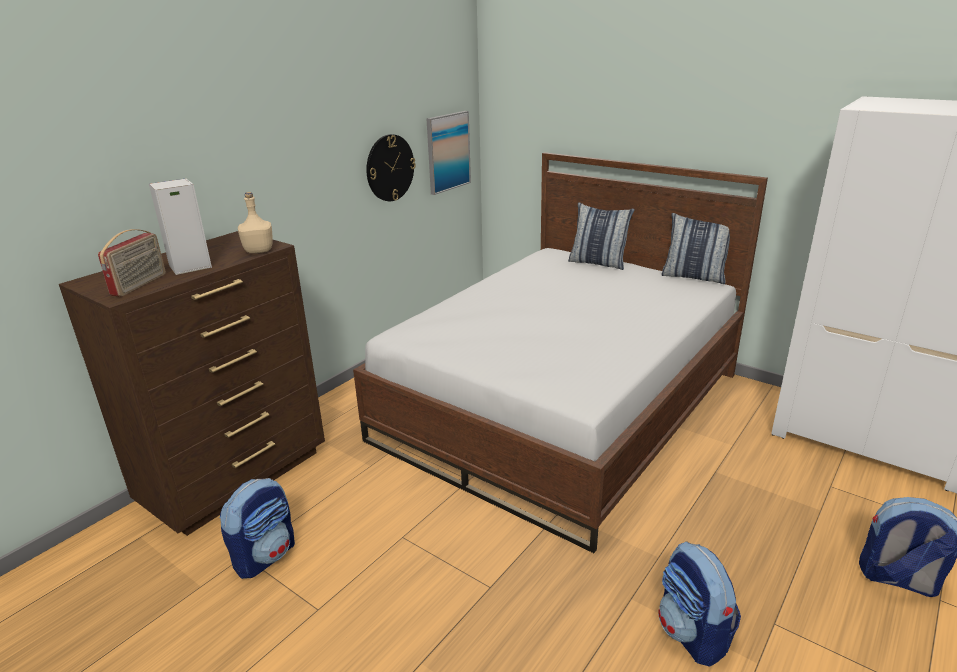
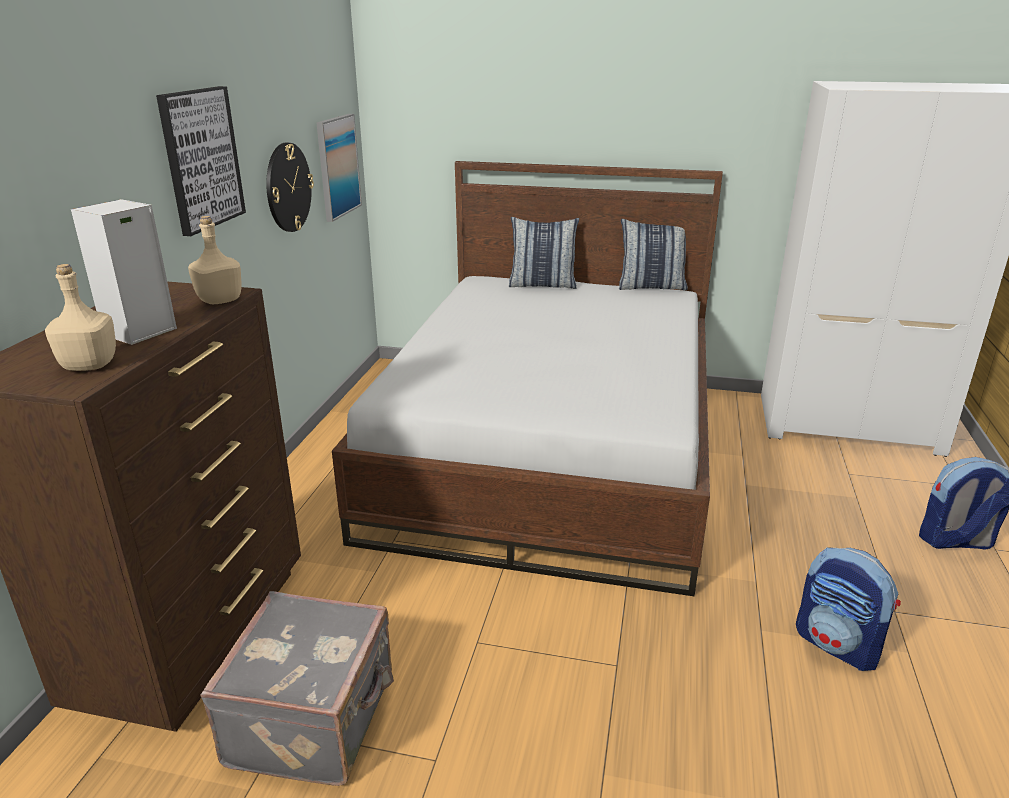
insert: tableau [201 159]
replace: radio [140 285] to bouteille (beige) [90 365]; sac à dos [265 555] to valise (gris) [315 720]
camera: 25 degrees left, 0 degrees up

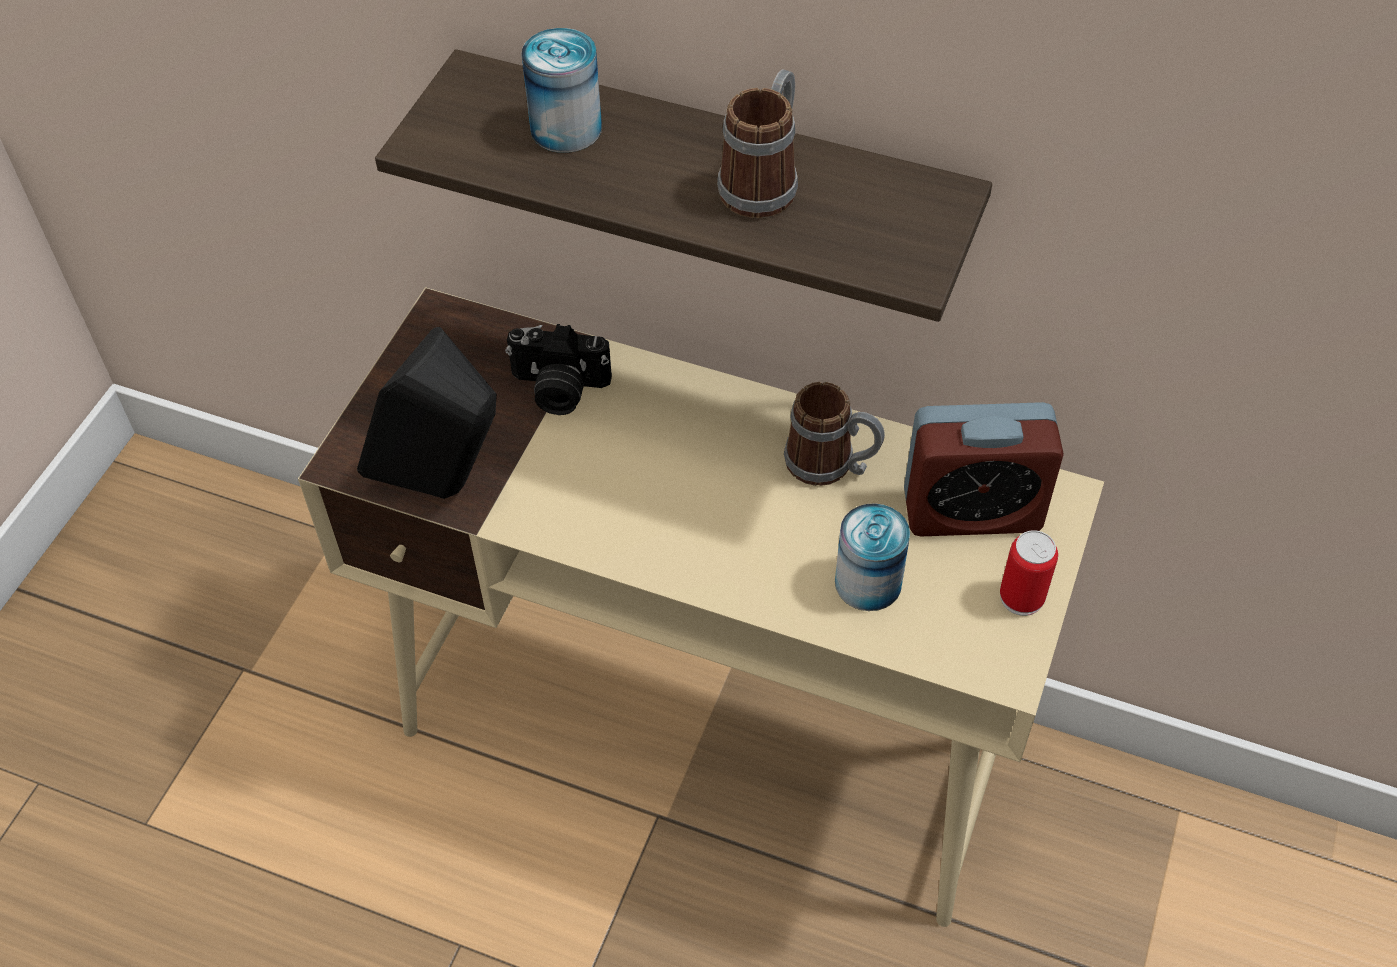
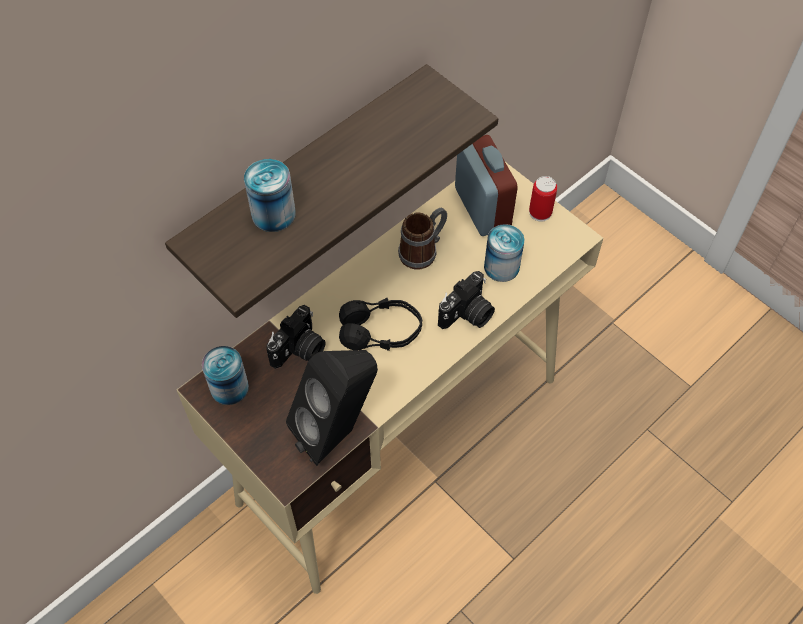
delete: mug [764 181]
insert: boîte métallique [229 387]; casque audio (noir) [380 332]; appareil photo [467 315]
rotate: réveil [972 511] = [482 208] 45 degrees counterclockwise
camera: 65 degrees left, 5 degrees up

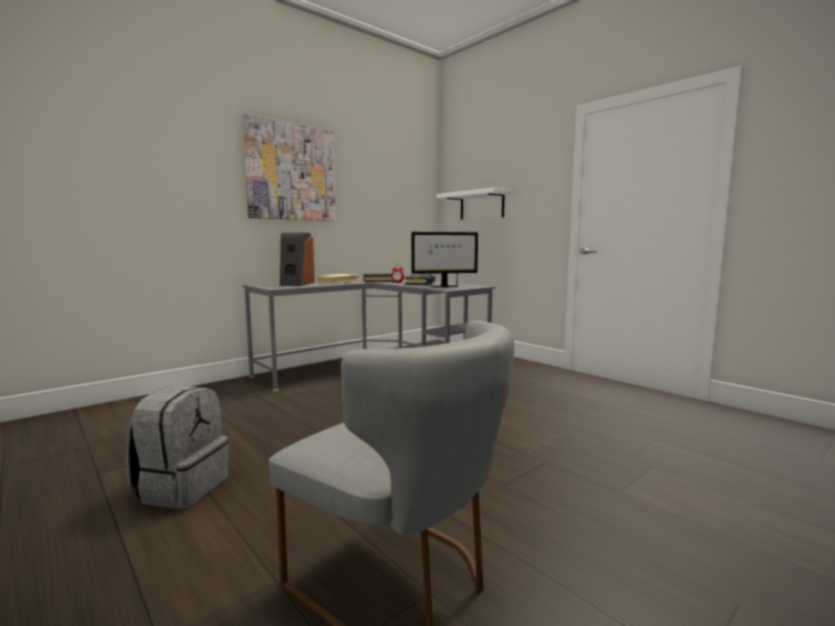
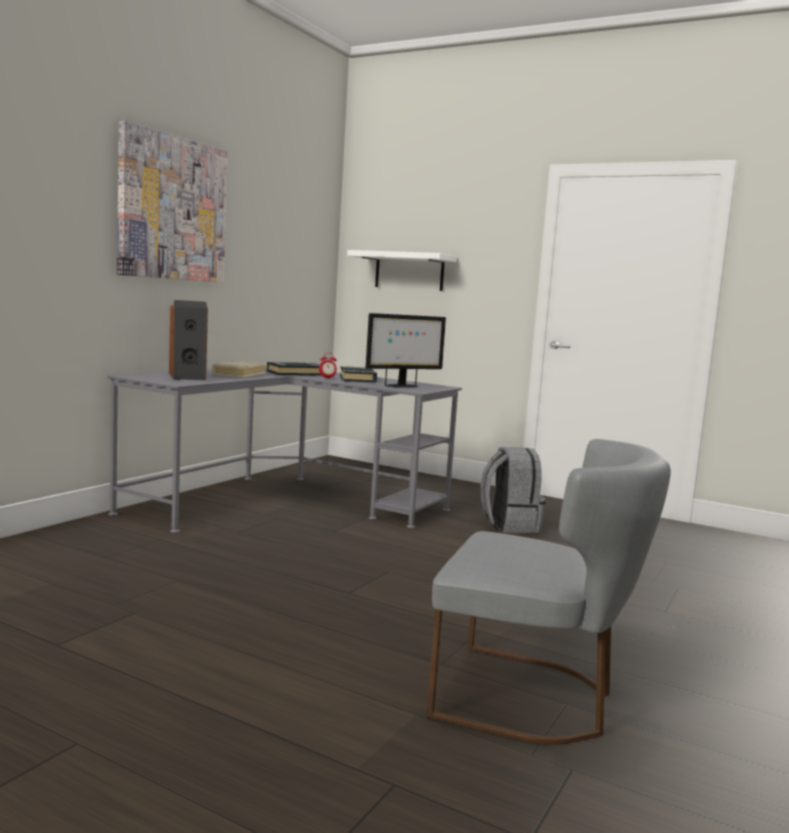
move: sac à dos (gris) [181 487] to [509 525]
camera: 20 degrees left, 0 degrees up

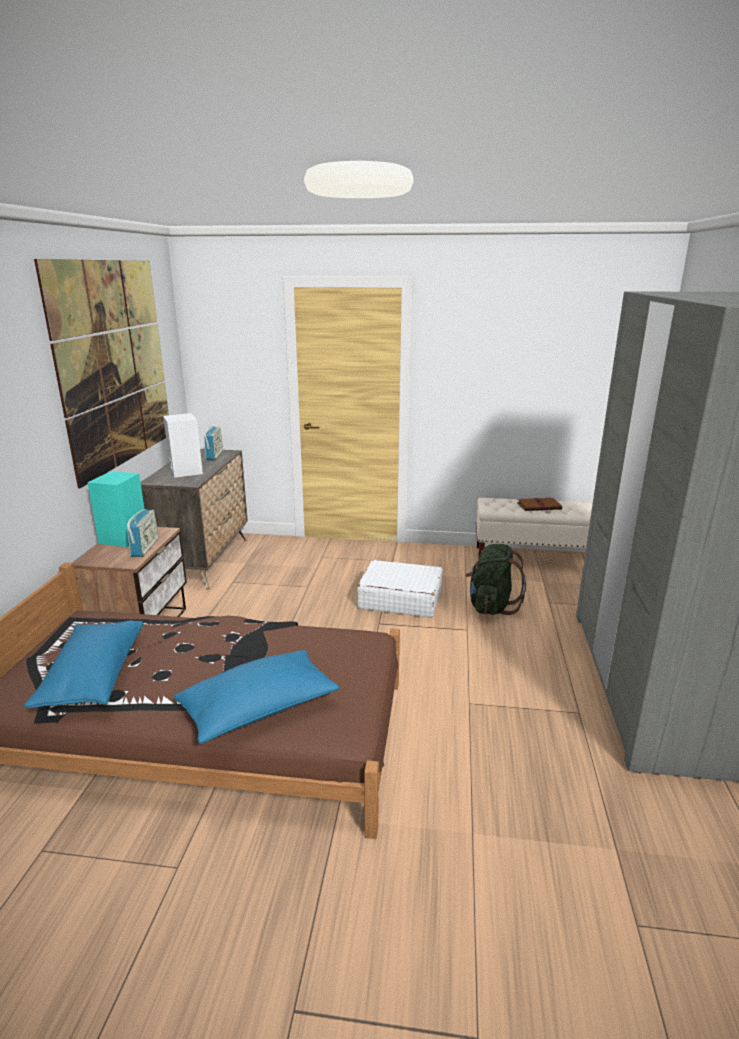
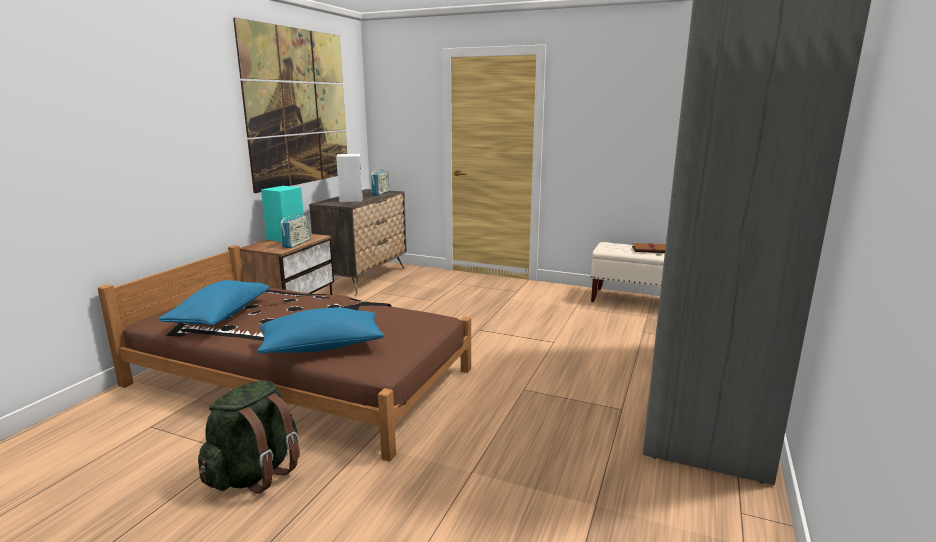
delete: valise (blanc) [400 599]
move: sac à dos (vert) [491 606] to [255 473]
camera: 15 degrees right, 5 degrees down

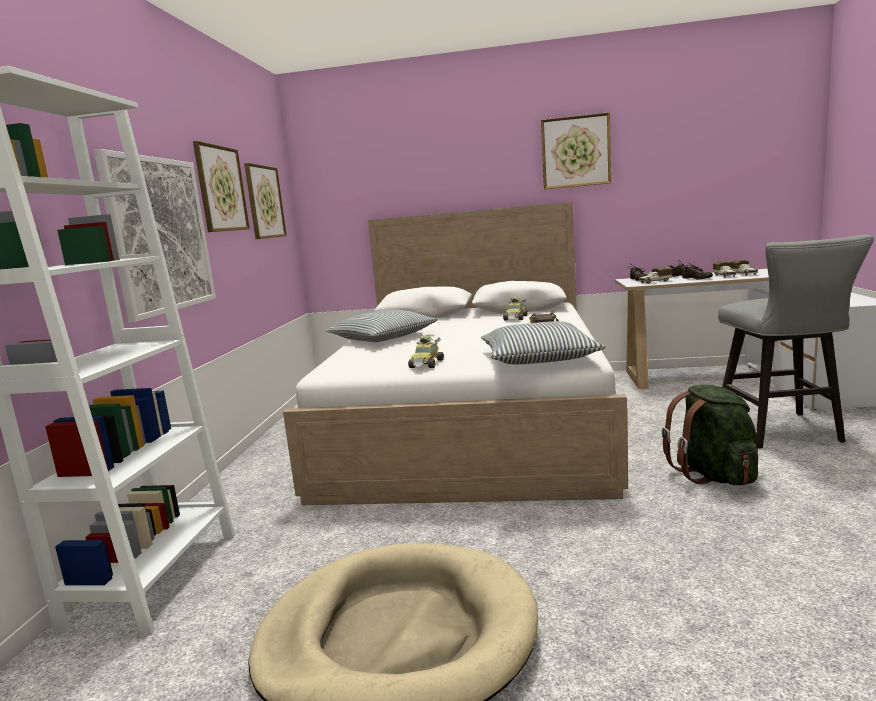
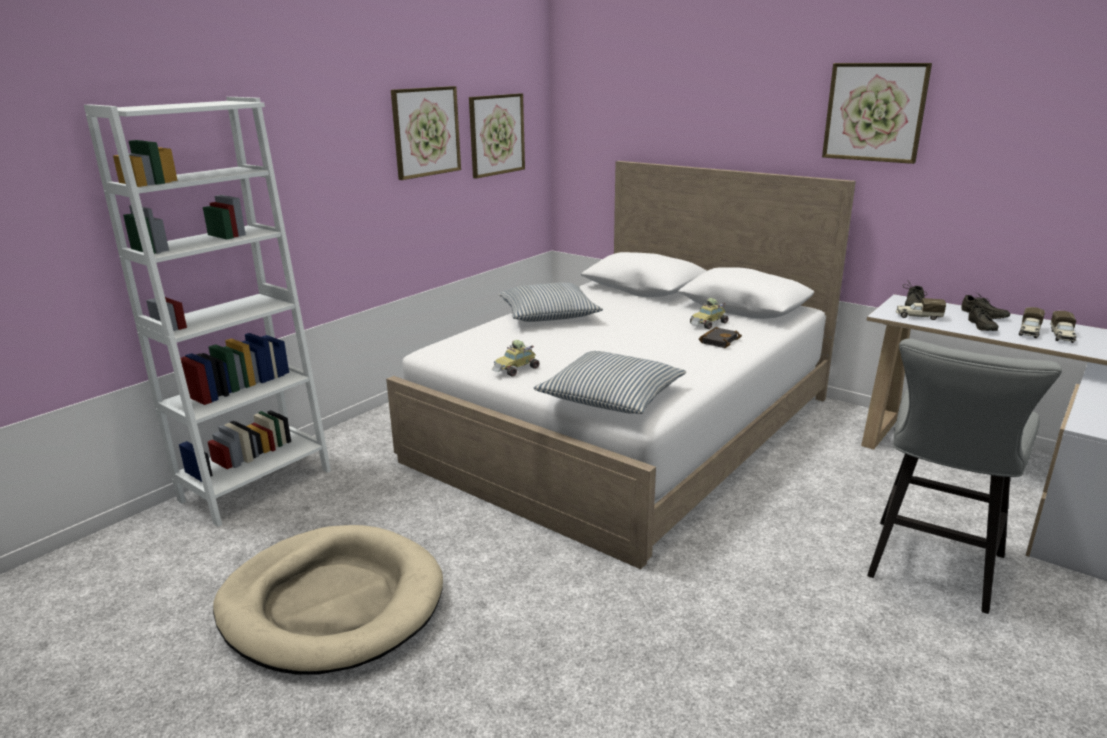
delete: tableau [160 235]; sac à dos (vert) [714 475]
camera: 30 degrees right, 10 degrees up

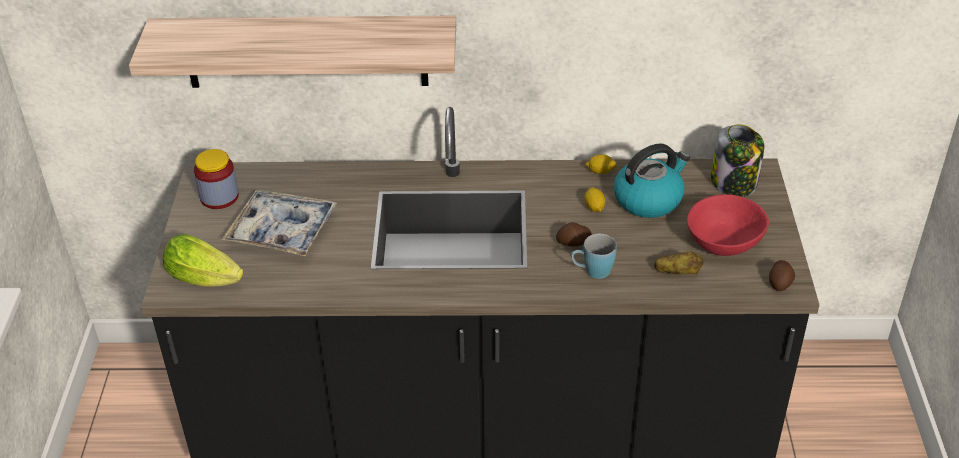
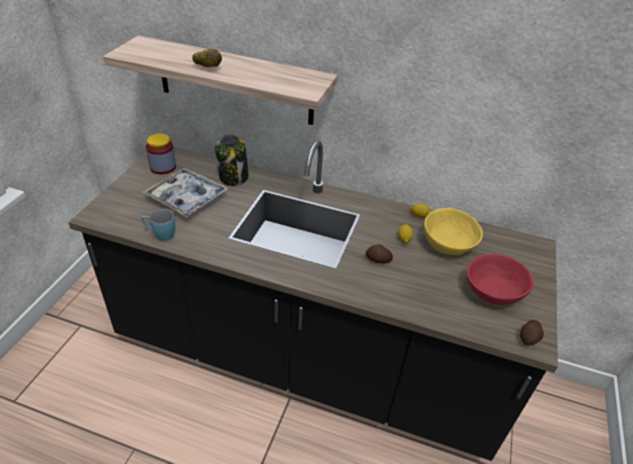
delete: laitue [207 279]
move: mug (bleu) [592 271] to [160 235]; pomme de terre [677 273] to [208 67]; bocal [734 183] to [233 177]
replace: bouilloire [648 199] to bol (jaune) [446 244]
camera: 15 degrees right, 0 degrees up

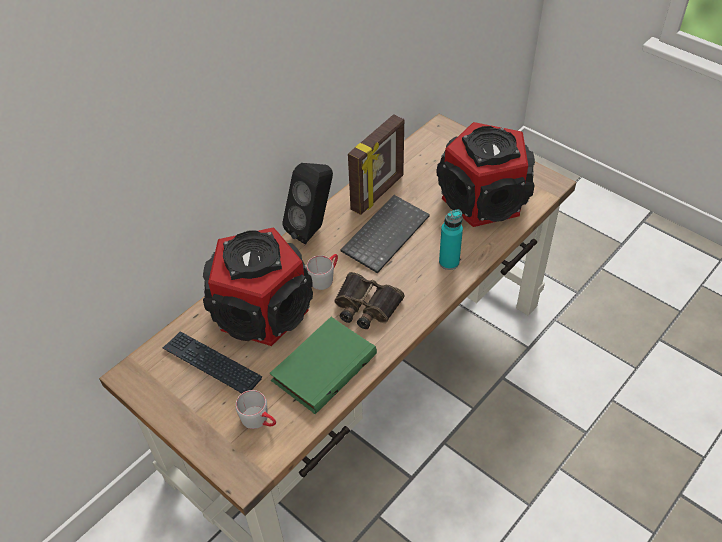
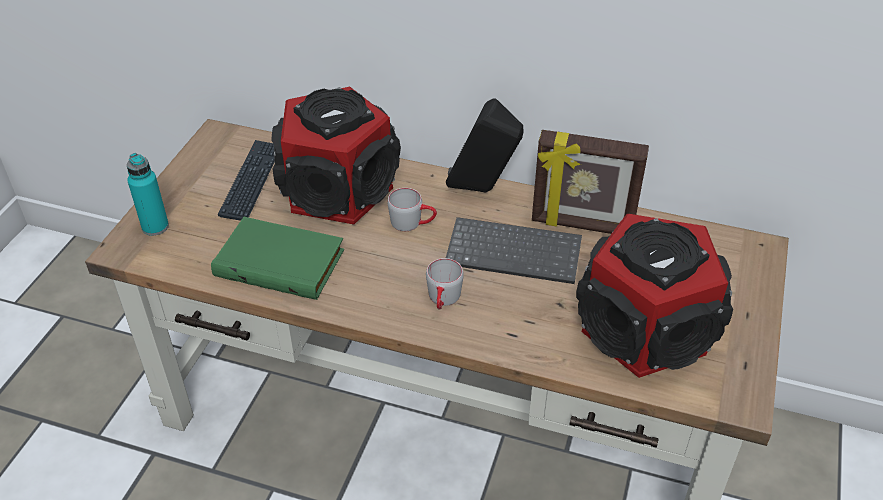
delete: jumelles [365 306]
move: mug (gris) [260 420] to [443 300]; bouteille (turquoise) [449 262] to [155 227]
camera: 65 degrees right, 5 degrees down

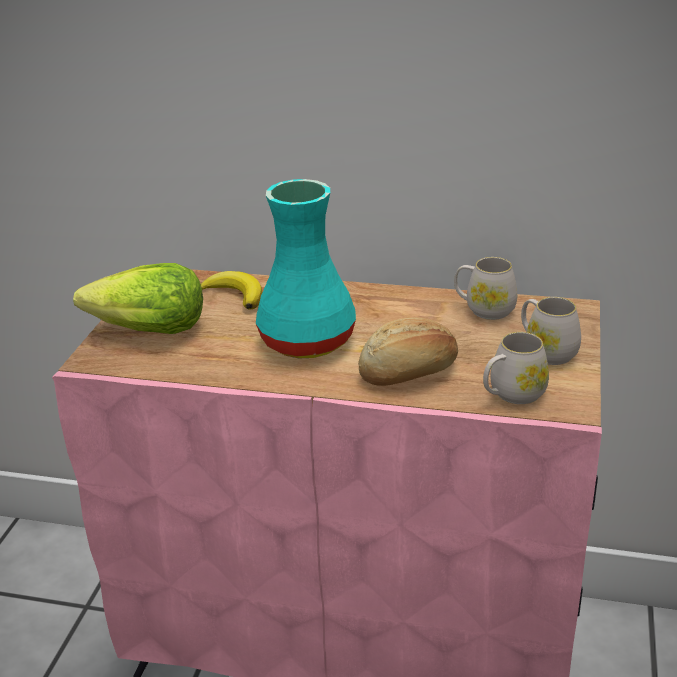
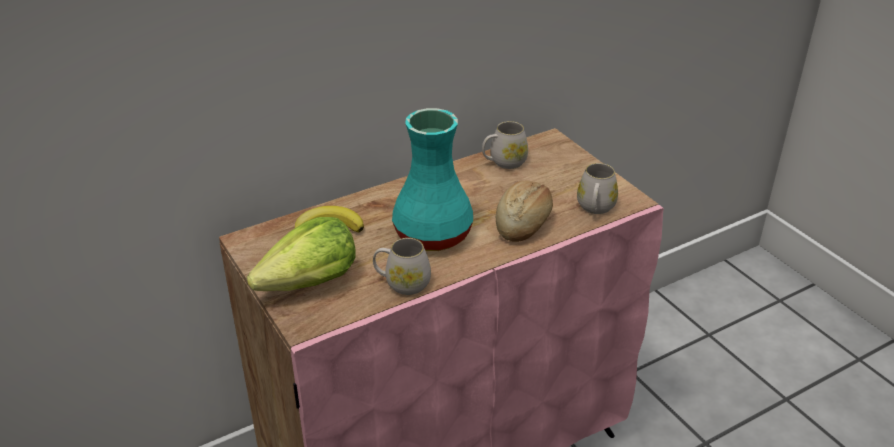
move: mug (blanc) [546 351] to [402 283]
camera: 45 degrees left, 5 degrees up

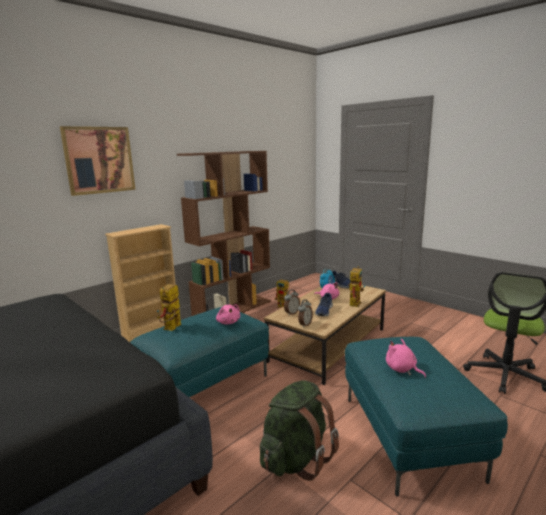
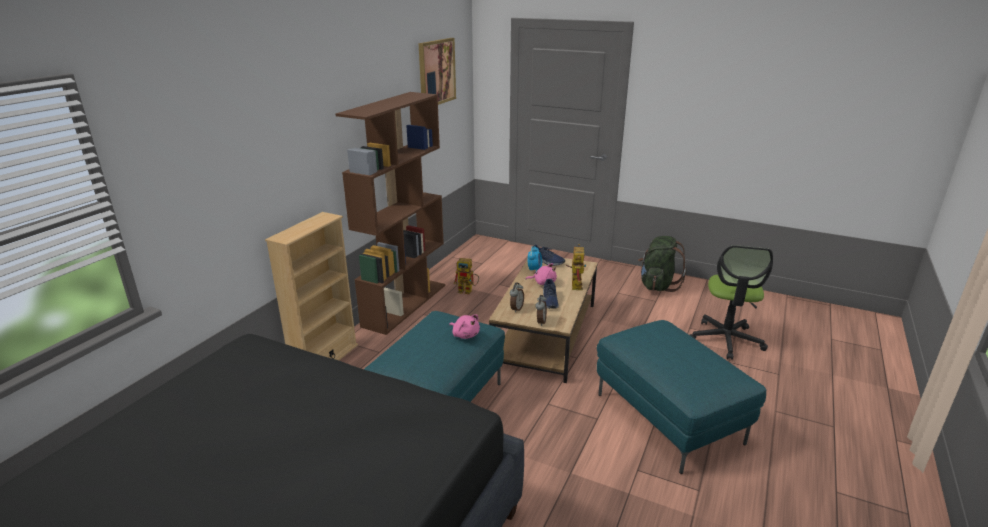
delete: robot jouet [171 329]; peluche (rose) [402 369]
move: tableau [99 160] to [436 72]; sac à dos (vert) [296 458] to [657 285]
camera: 20 degrees left, 10 degrees up

